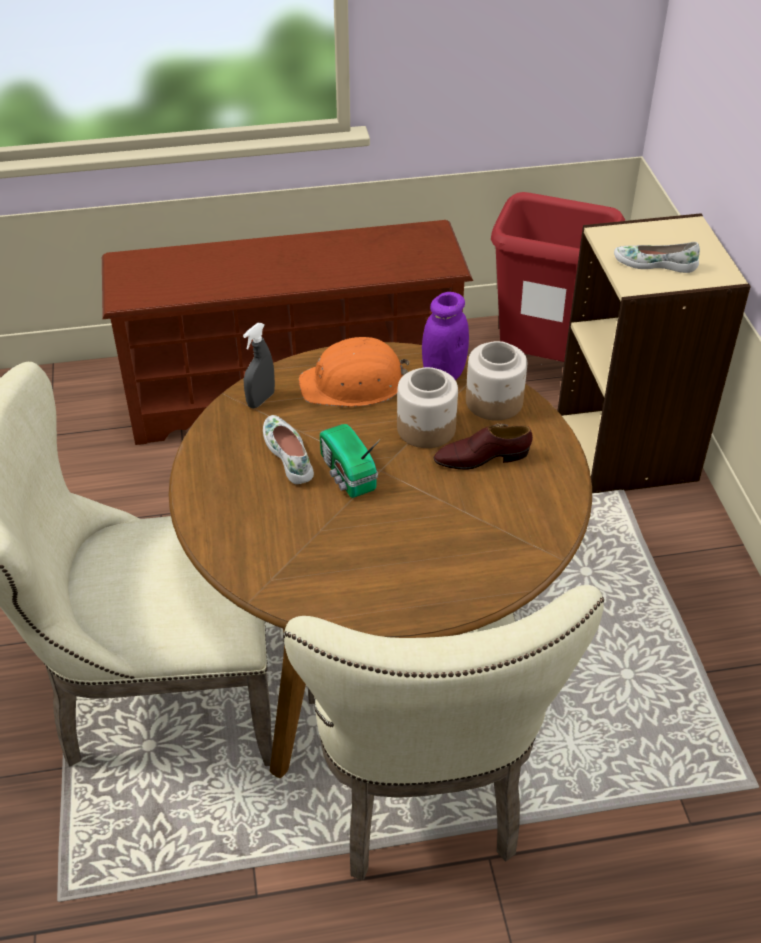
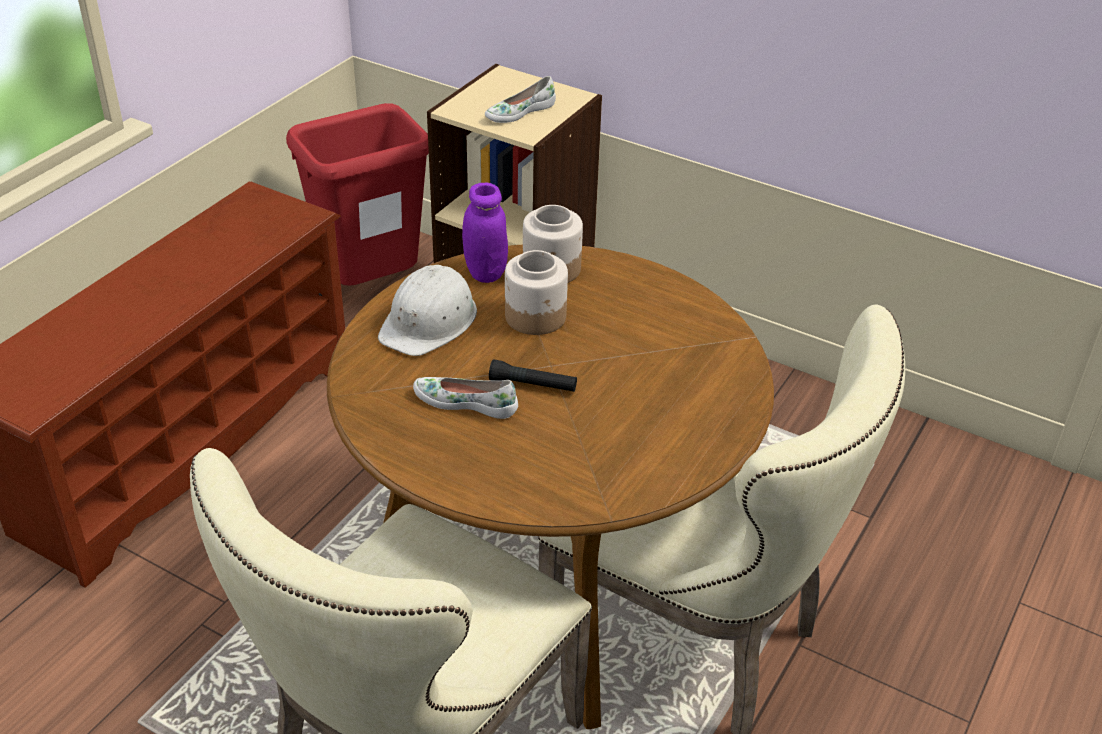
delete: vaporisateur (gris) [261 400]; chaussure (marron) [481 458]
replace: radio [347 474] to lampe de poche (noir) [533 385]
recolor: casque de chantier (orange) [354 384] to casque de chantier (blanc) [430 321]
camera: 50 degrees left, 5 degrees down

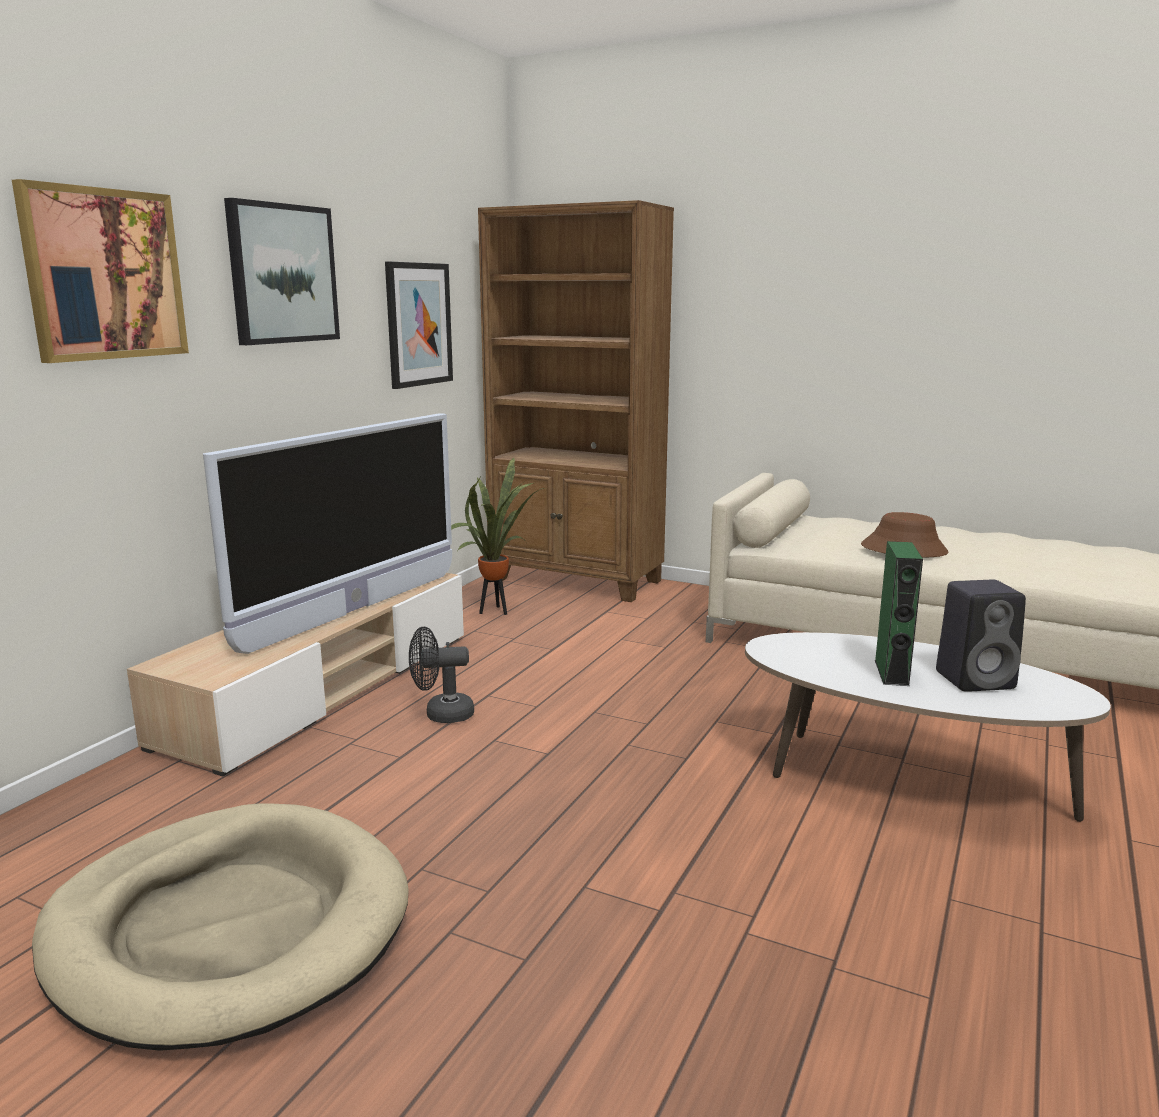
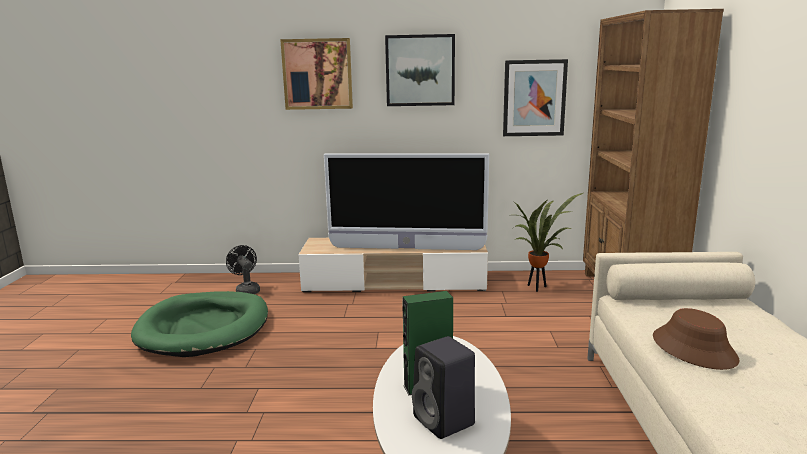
move: ventilateur (noir) [441 714] to [246 290]
recolor: panier pour chien (beige) [229 928] to panier pour chien (vert) [204 328]
camera: 65 degrees right, 0 degrees up

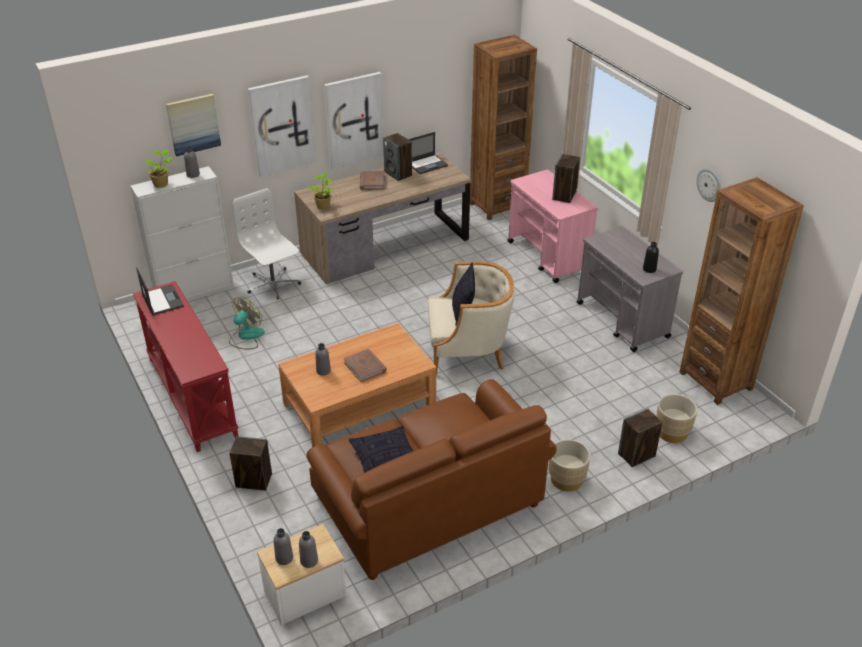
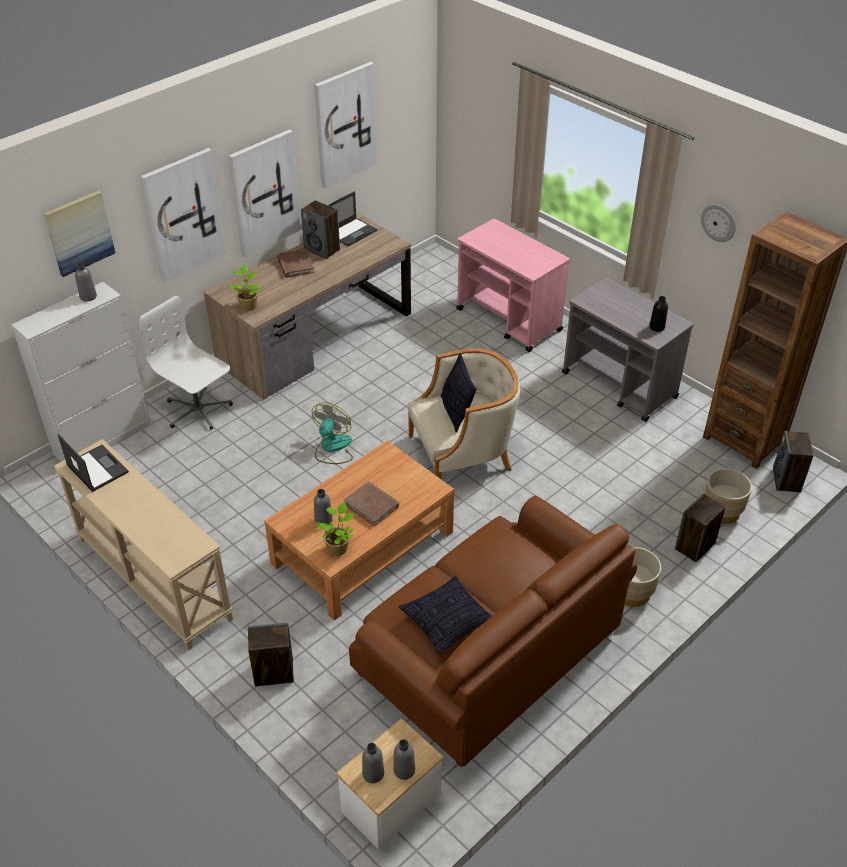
delete: bibliothèque (marron) [497 206]
insert: tableau [345 125]
move: plante en pot [161 184] to [338 547]; ventilateur [246 336] to [332 448]; enceinte [564 196] to [786 480]
recolor: table console (rouge) [191 396] to table console (beige) [152 579]
camera: 15 degrees left, 5 degrees up

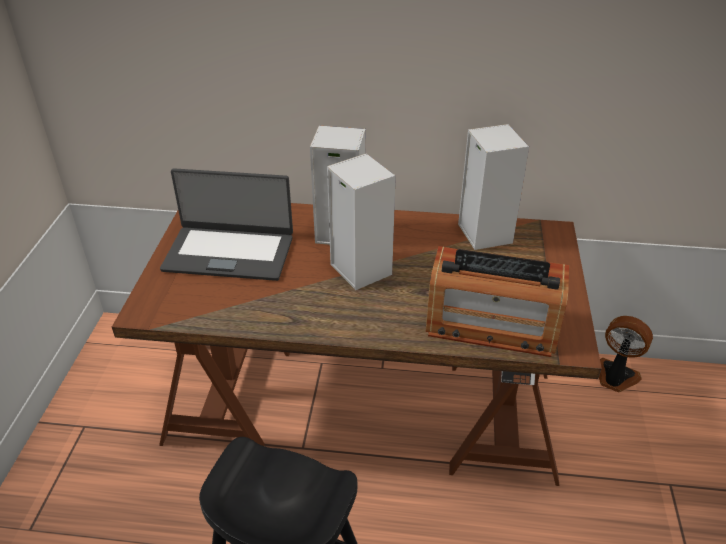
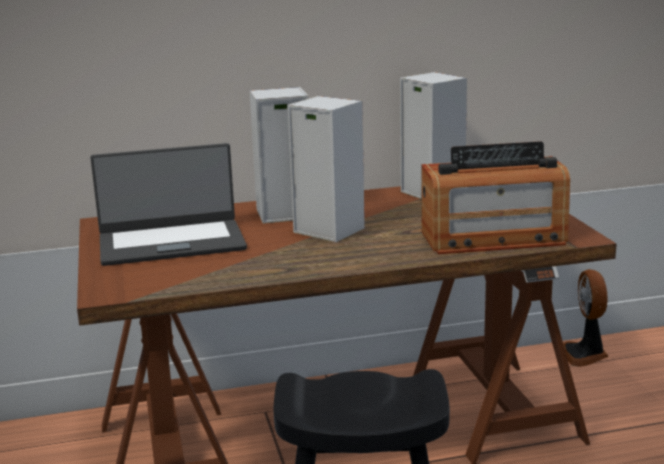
rotate: ventilateur [615 377] = [585 354] 105 degrees counterclockwise
camera: 20 degrees left, 20 degrees down

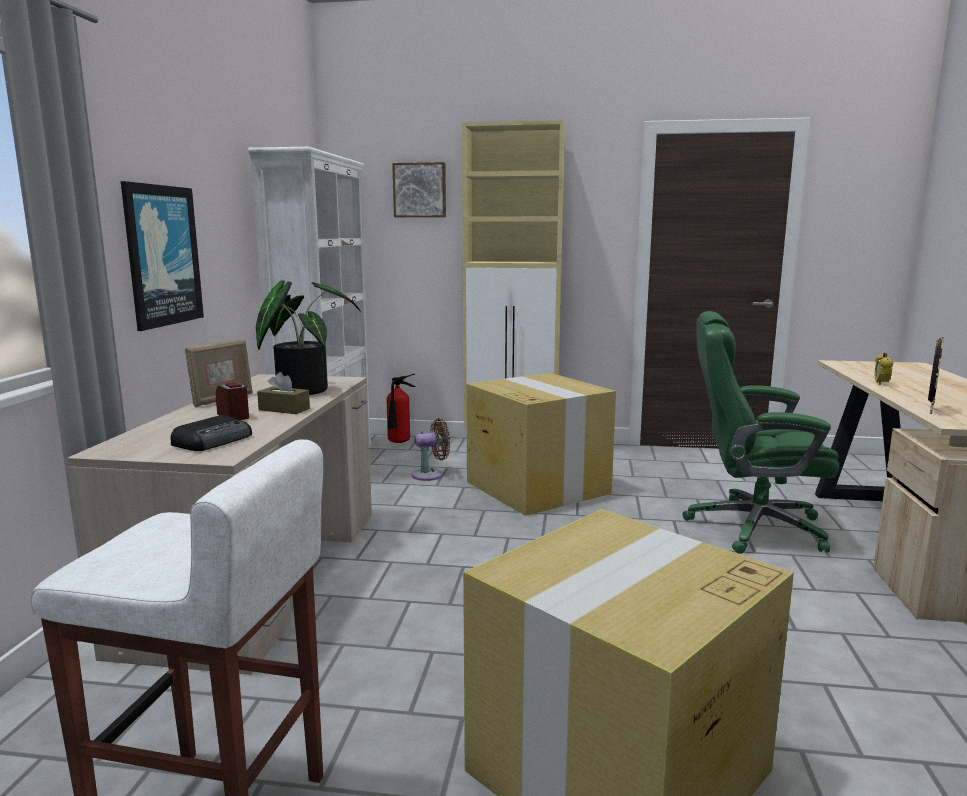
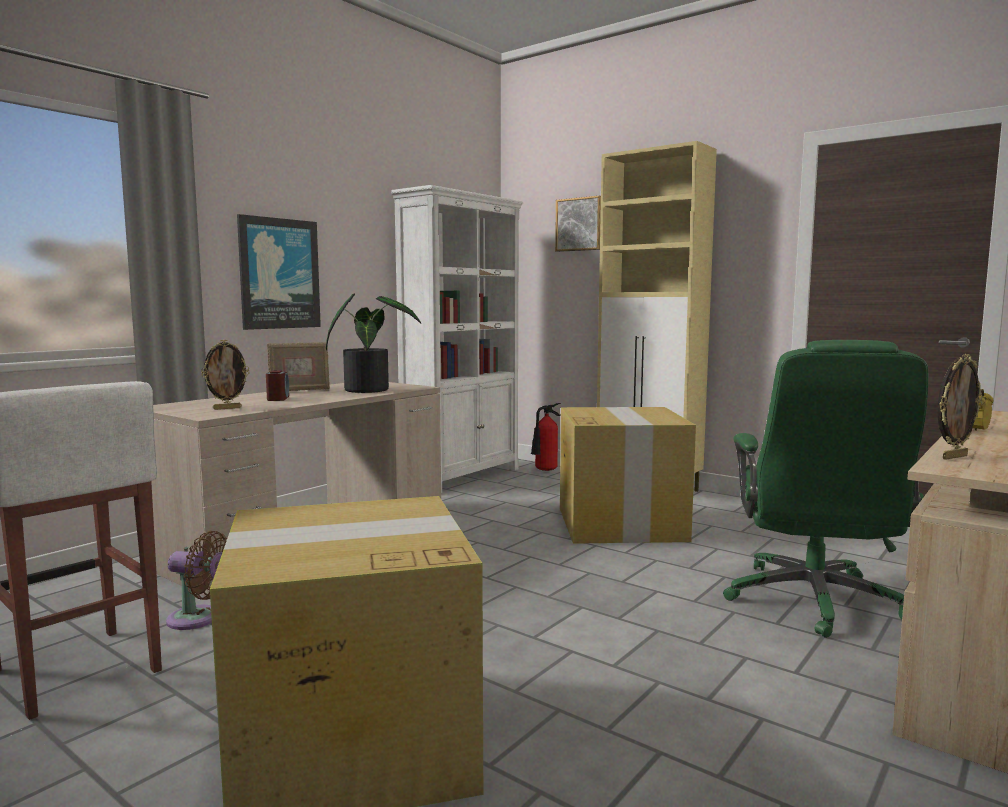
delete: boîte à mouchoirs (marron) [284 409]
move: ventilateur (marron) [431 475] to [198 619]
replace: radio [214 440] to cadre photo [227 408]
rotate: chaise de bureau (vert) [752 527] = [814 601] 120 degrees counterclockwise
camera: 30 degrees right, 5 degrees down

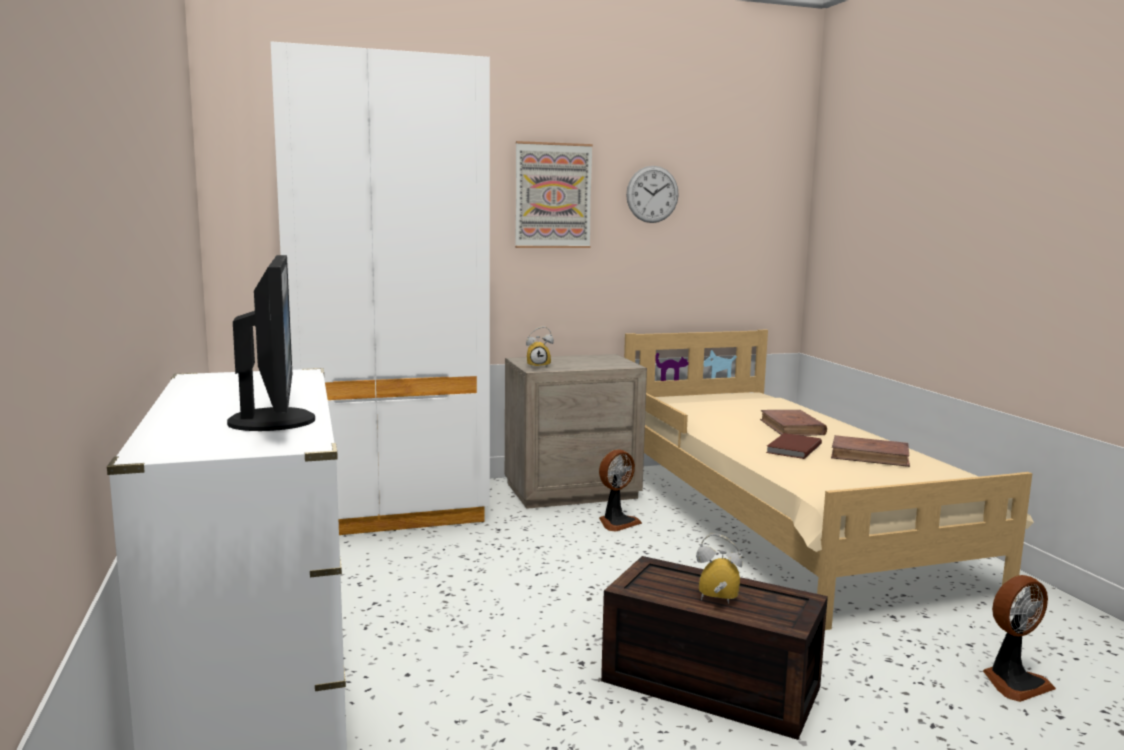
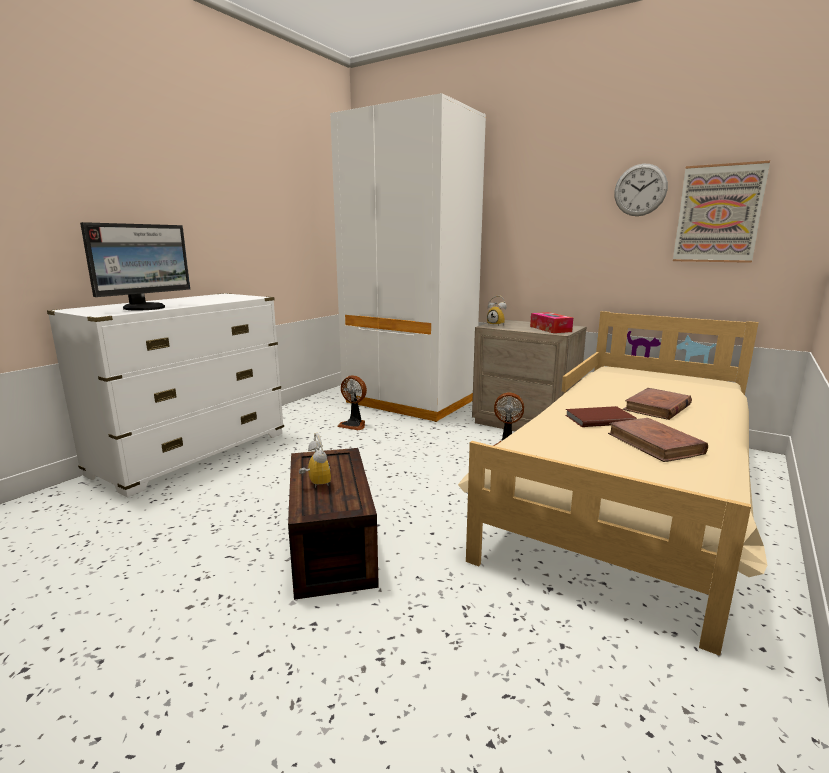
insert: boîte à mouchoirs [550 329]
move: tableau [553 196] to [718 214]; ventilateur [1013 682] to [354 425]
camera: 50 degrees right, 5 degrees up

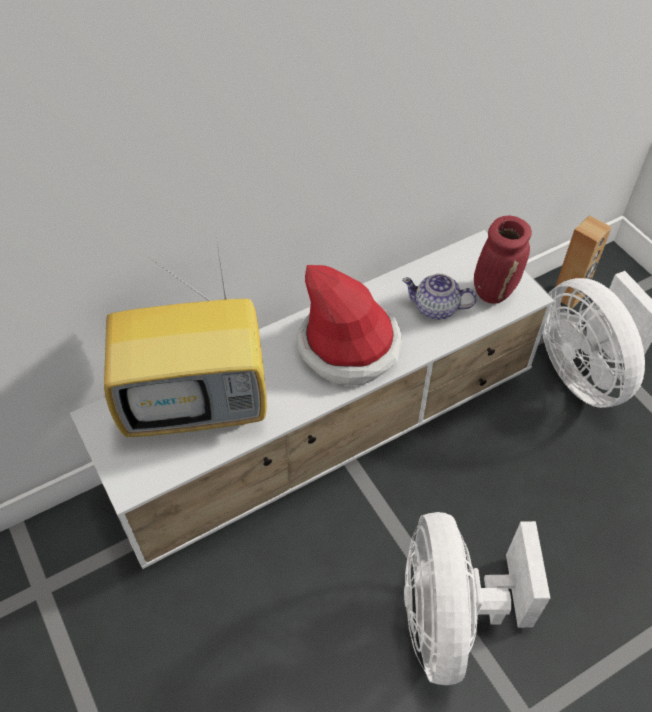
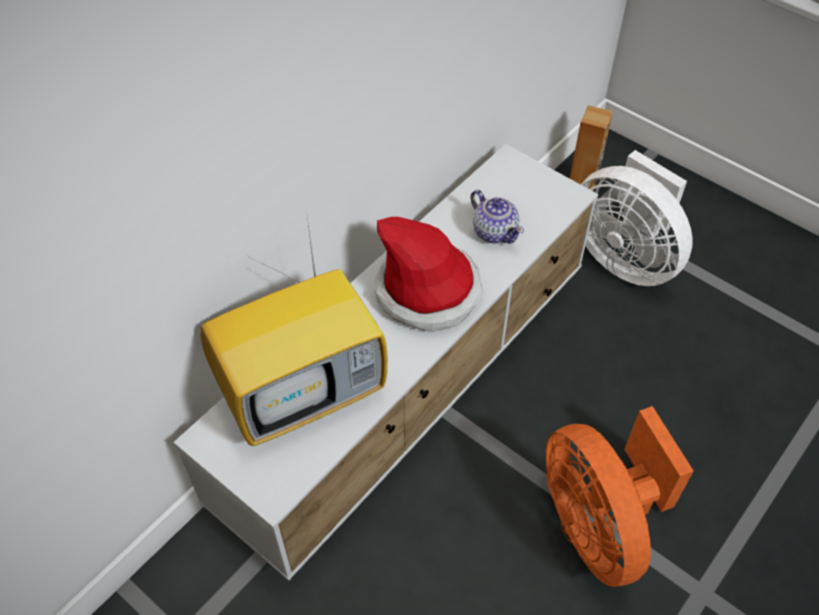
delete: vase (rouge) [493 290]
recolor: ventilateur (blanc) [450 618] to ventilateur (orange) [597 524]
rotate: théière [436 308] = [494 231] 120 degrees counterclockwise
camera: 20 degrees left, 0 degrees up

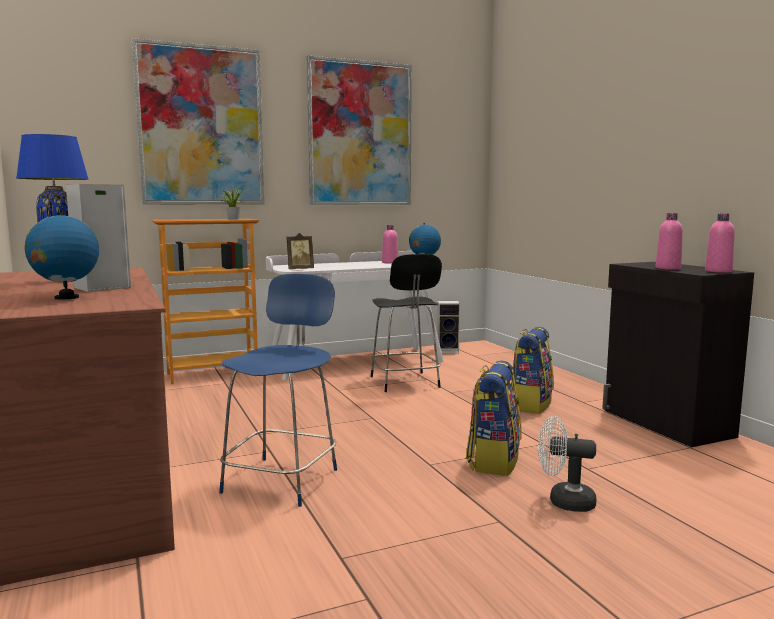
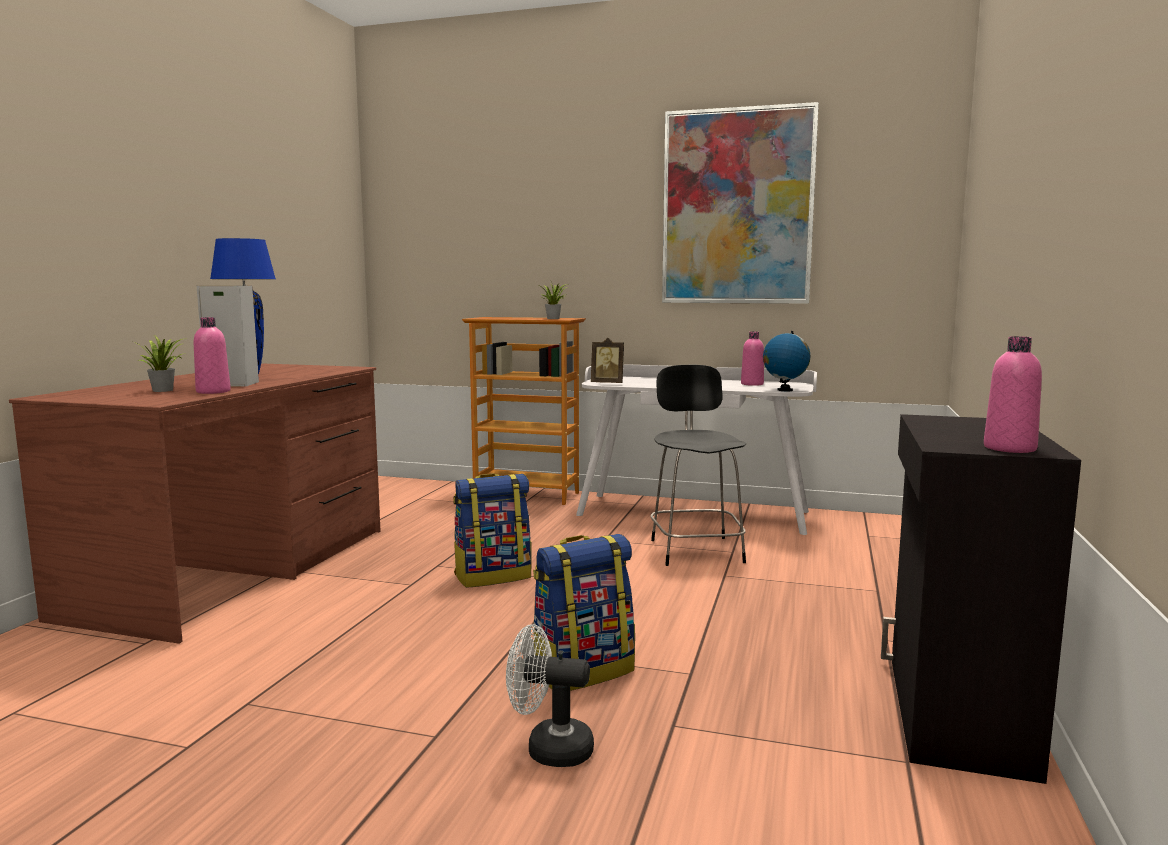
delete: tableau [201 126]; chaise (bleu) [283 479]; enceinte [448 351]
move: sac à dos [530 404] to [493 576]; bouteille (rose) [668 268] to [213 391]
replace: globe [66 298] to plante en pot [164 390]
rotate: chaise (noir) [405 383] = [695 550] 150 degrees clockwise; ventilateur (blanc) [564 501] = [549 749] 45 degrees counterclockwise
camera: 40 degrees right, 0 degrees up

